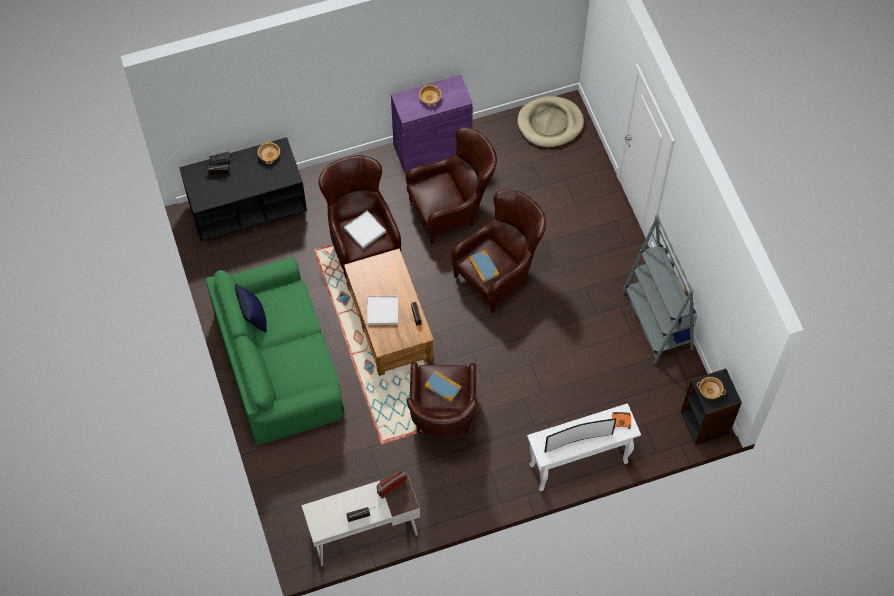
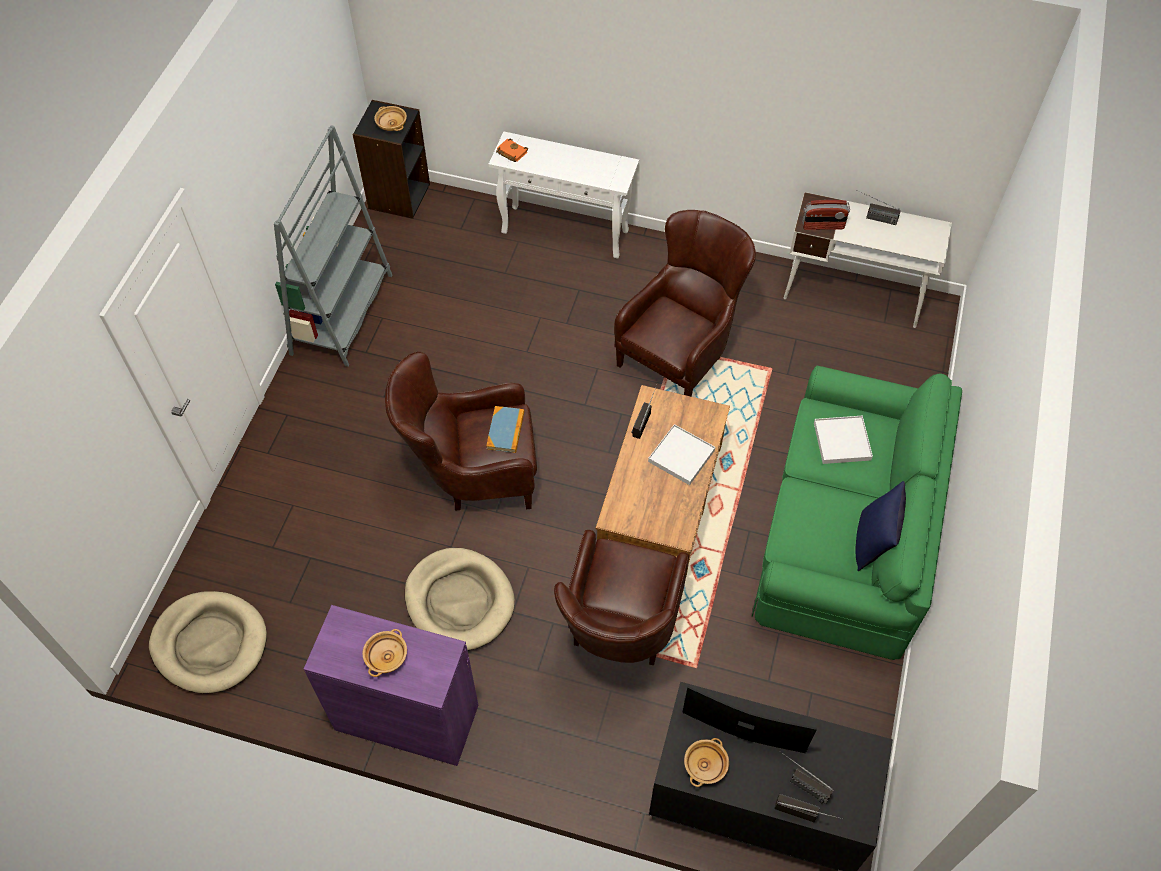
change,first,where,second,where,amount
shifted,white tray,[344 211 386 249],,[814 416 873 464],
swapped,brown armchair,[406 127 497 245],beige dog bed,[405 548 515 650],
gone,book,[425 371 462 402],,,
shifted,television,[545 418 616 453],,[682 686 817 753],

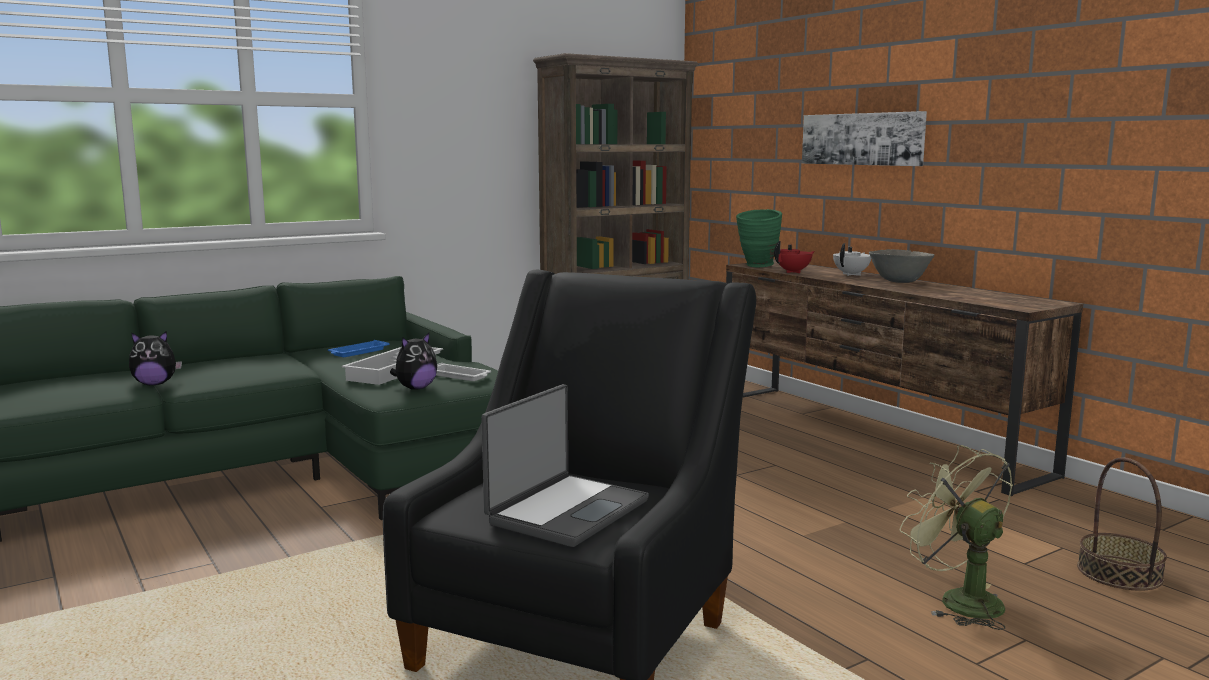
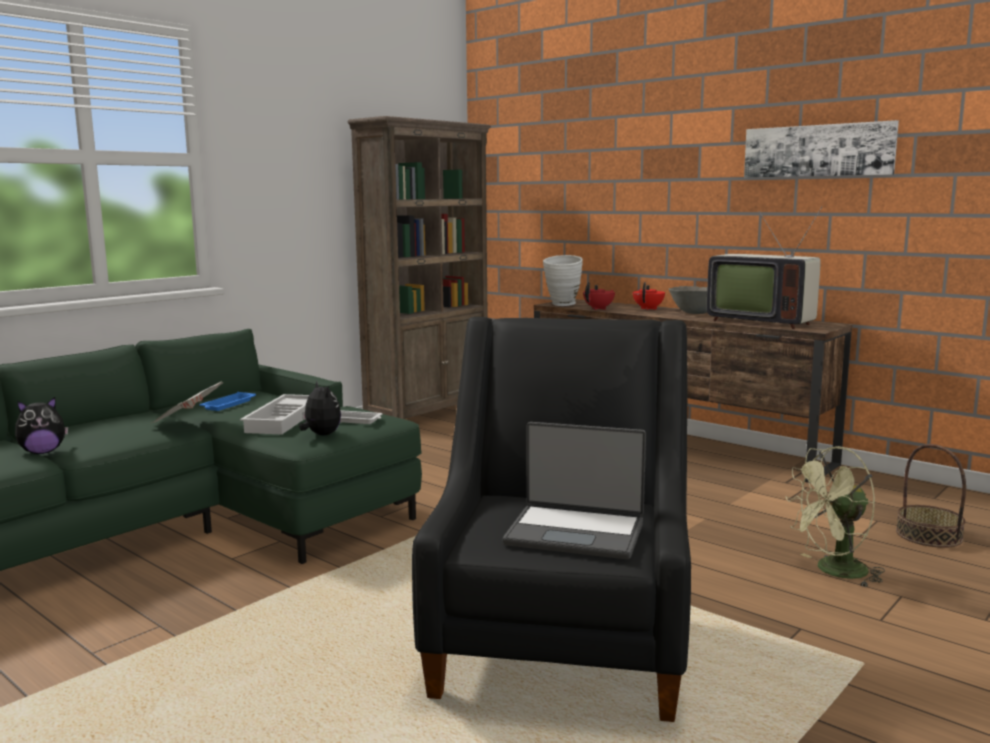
change,first,where,second,where,amount
rotated,plush toy,[390 333 437 390],,[299 381 341 435],60 degrees counterclockwise
rotated,laptop,[481 384 649 547],,[503 422 646 559],90 degrees clockwise
repainted,green vase,[736 209 782 267],white vase,[543 255 583 306],
shifted,picture,[802 111 927 166],,[744 120 899 178],
repainted,white teapot,[833 243 871 276],red teapot,[633 282 665 310],
rotated,green fan,[900 445 1013 630],,[785 446 885 587],60 degrees counterclockwise
new,,,newspaper,[150 381 223 424],
new,,,television,[707 207 822 329],

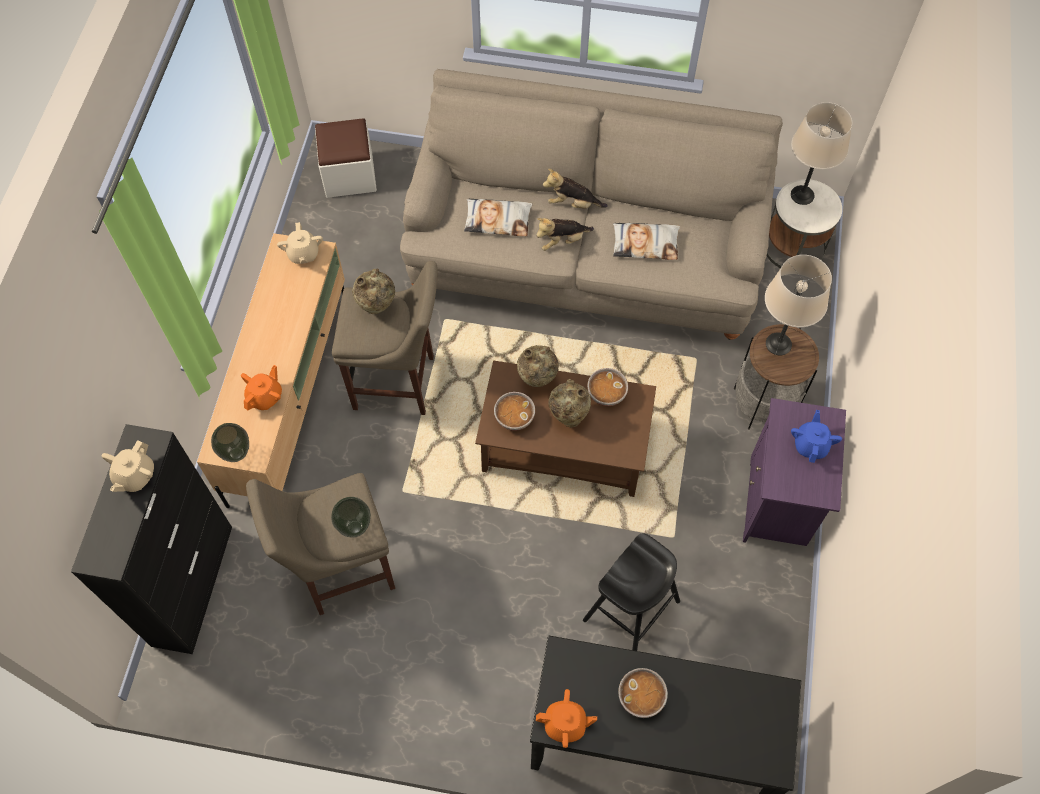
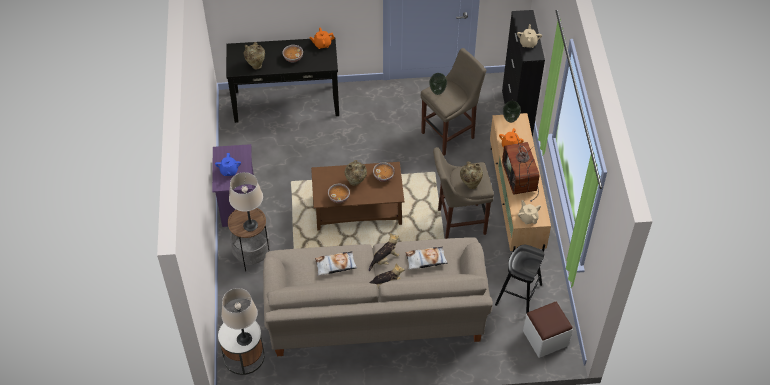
change,first,where,second,where,amount
shifted,beige vase,[517 345 559 387],,[244 42 265 70],
shifted,black stool,[583 533 680 651],,[495 245 544 314],
new,,,television,[502 131 539 202],

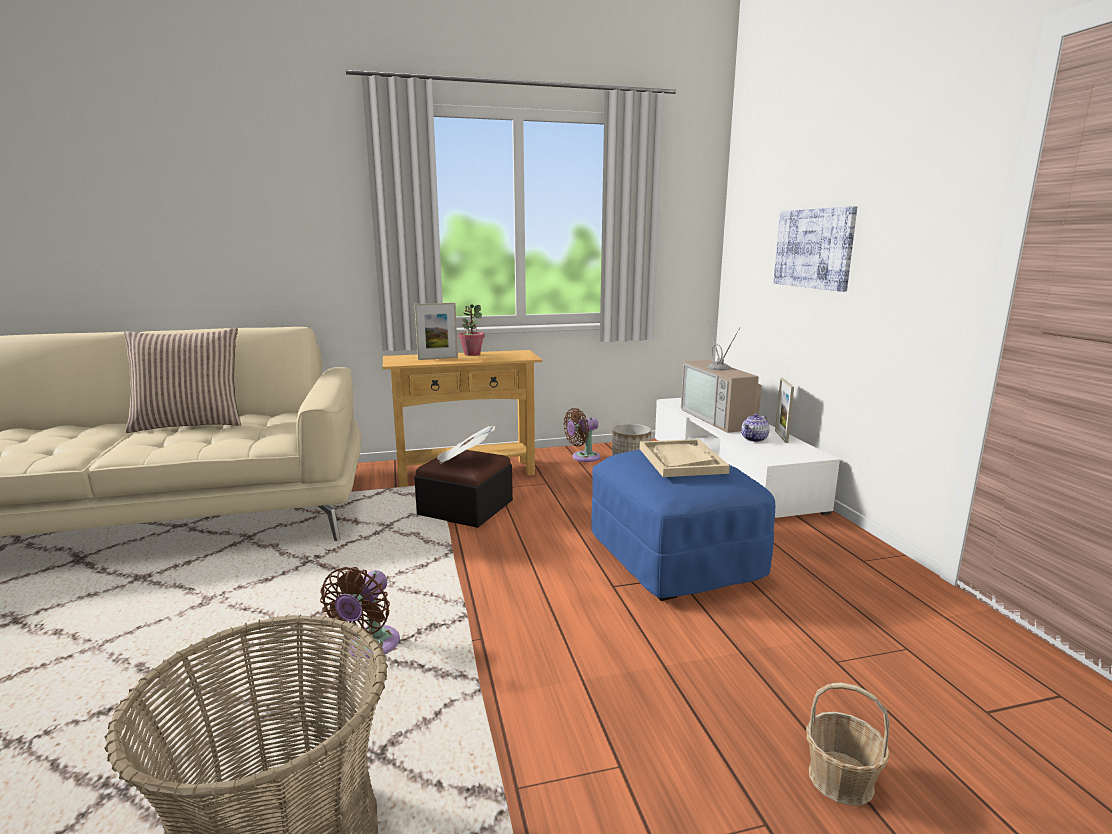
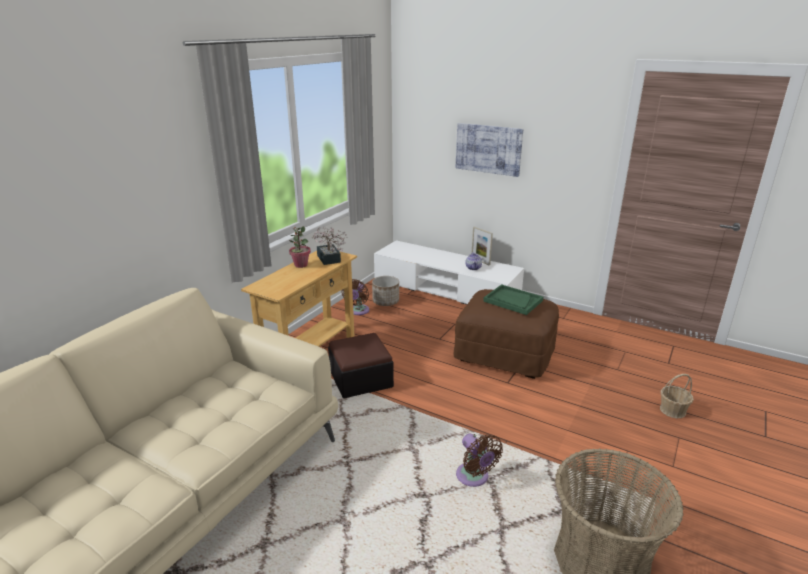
change,first,where,second,where,amount
gone,pillow,[124 328 241 433],,,
gone,picture frame,[414 302 458 360],,,
gone,newspaper,[437 426 495 464],,,
repainted,blue ottoman,[591 450 775 601],brown ottoman,[454 289 559 379],
repainted,beige tray,[640 439 730 477],green tray,[483 284 543 315],
gone,television,[681 320 762 433],,,
new,,,potted plant,[312 226 348 265],

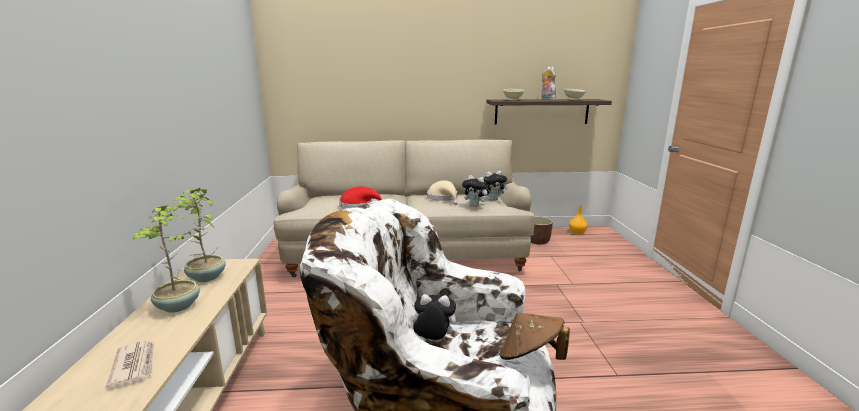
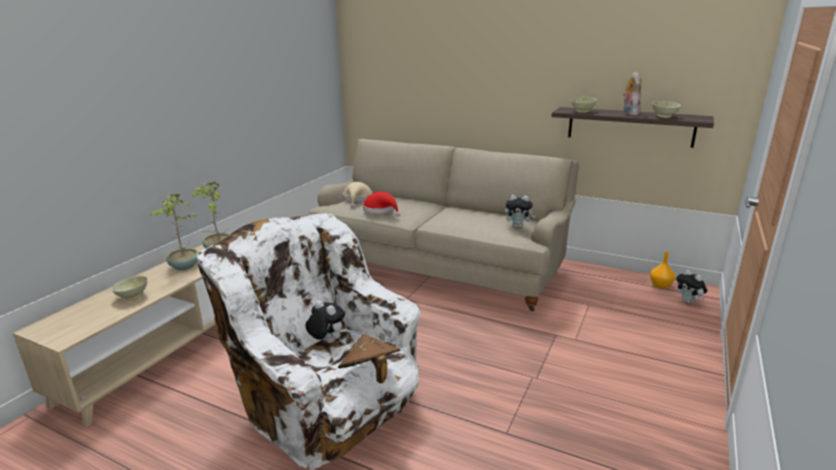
change,first,where,second,where,amount
swapped,newspaper,[106 340 154 388],beige bowl,[111 276 148 301],
shifted,beige hat,[427 180 458 205],,[343 182 373 208],
shifted,plush toy,[462 175 490 207],,[676 270 708 304],
gone,brown planter,[530 216 553 245],,,

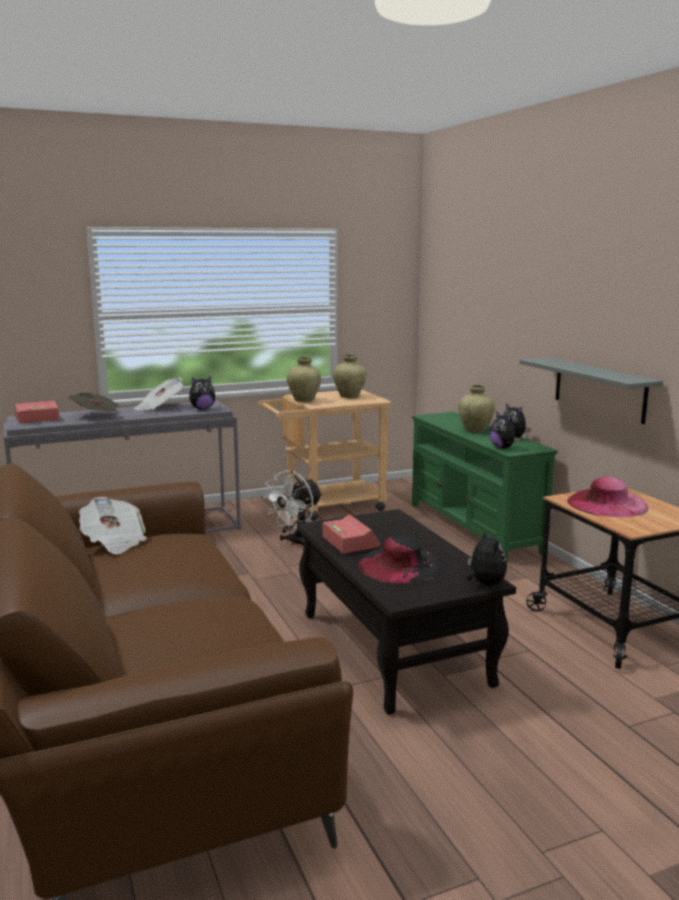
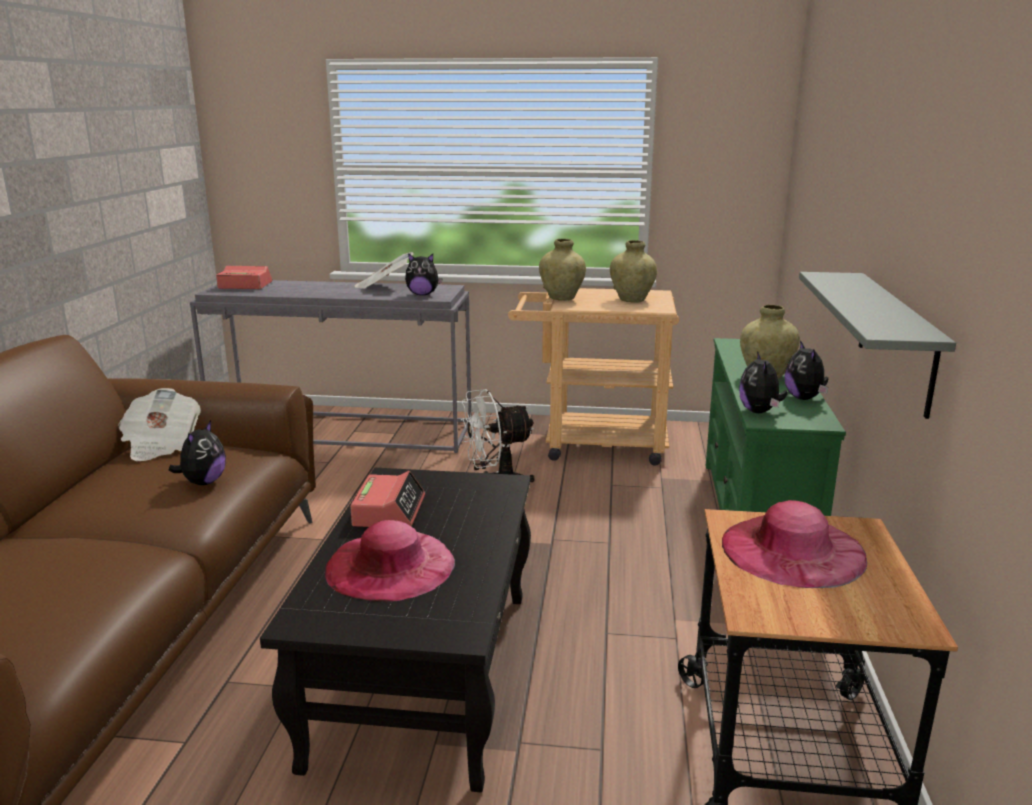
change,first,where,second,where,amount
gone,newspaper,[68 393 120 412],,,
repainted,black hat,[359 535 443 584],pink hat,[325 520 455 602],
shifted,plush toy,[466 530 507 586],,[169 420 226 485],

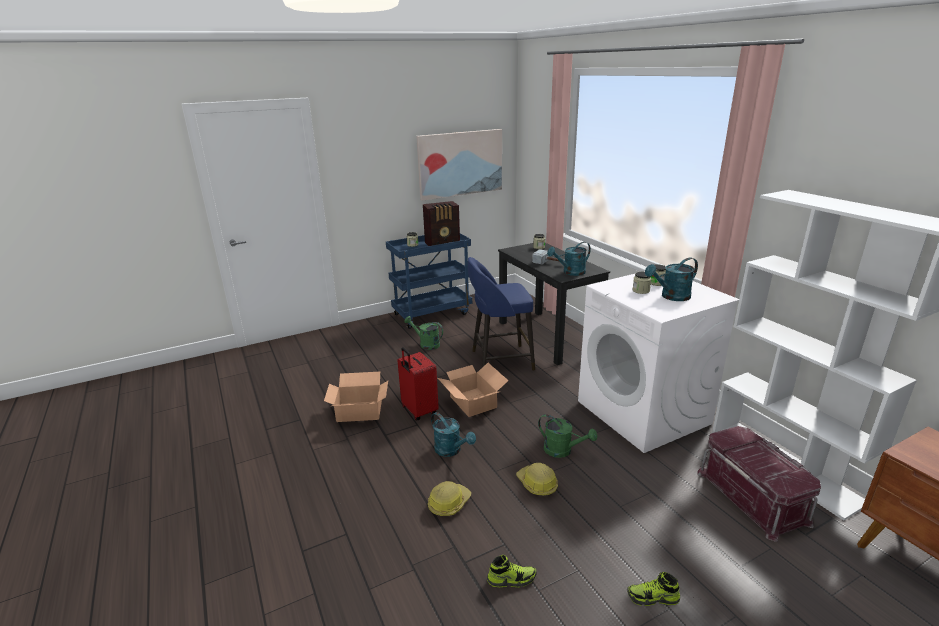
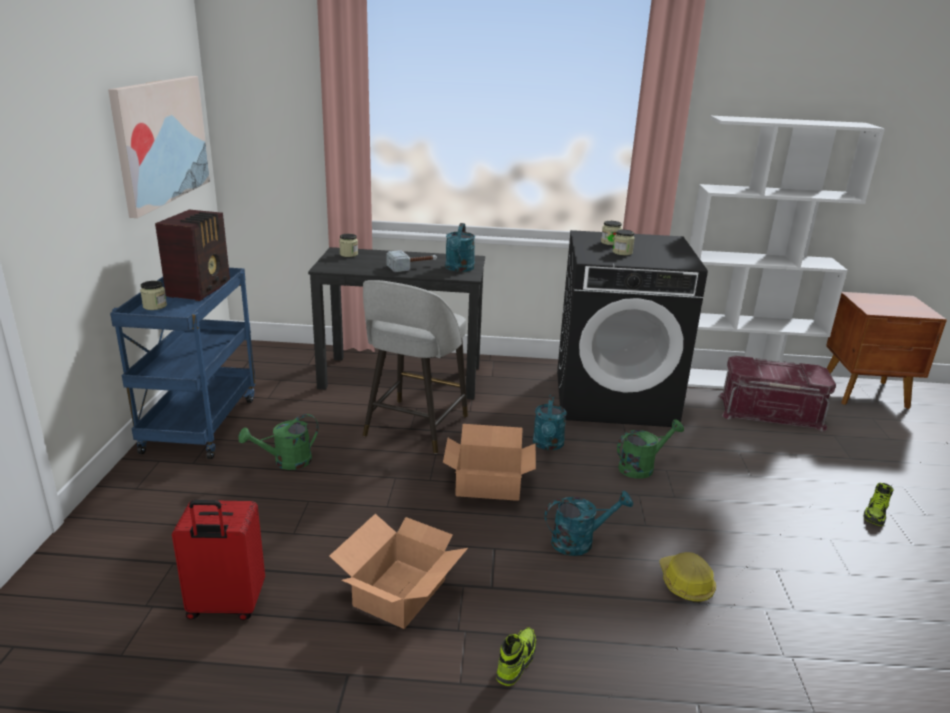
change,first,where,second,where,amount
shifted,red suitcase,[397 347 439 420],,[172 500 265 620],
repainted,blue stool,[468 257 535 371],grey stool,[363 280 468 454],
shifted,shoe,[487 555 537 587],,[496 627 536 686],
gone,hard hat,[516 463 558 496],,,
repainted,white washing machine,[578 271 739 453],black washing machine,[557 230 708 427],
shifted,turquoise watering can,[645 258 698 301],,[533 395 567 450],

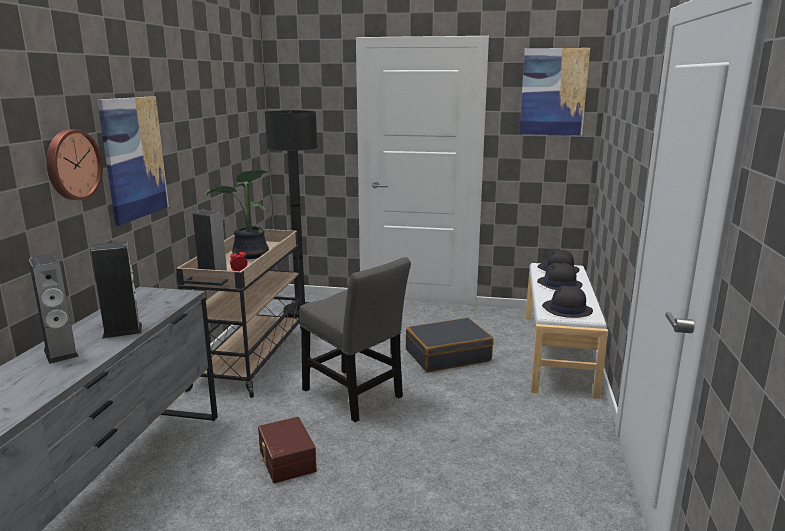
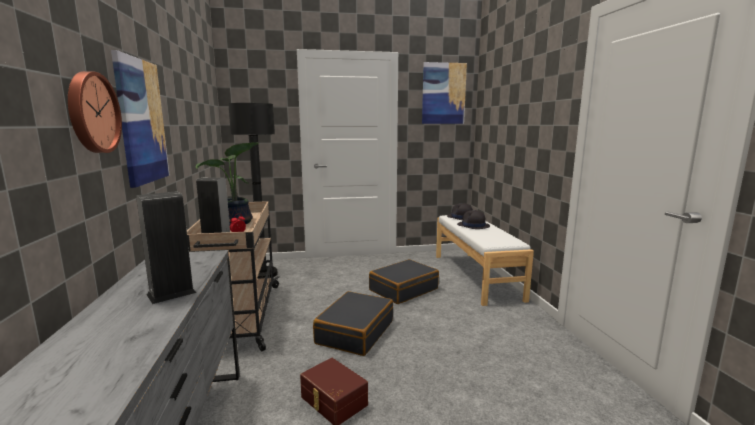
change,first,where,second,where,amount
gone,speaker,[29 255 79 364],,,
swapped,grey chair,[299 257 411 422],black suitcase,[313 291 393 356],
gone,black hat,[542 286 593 318],,,

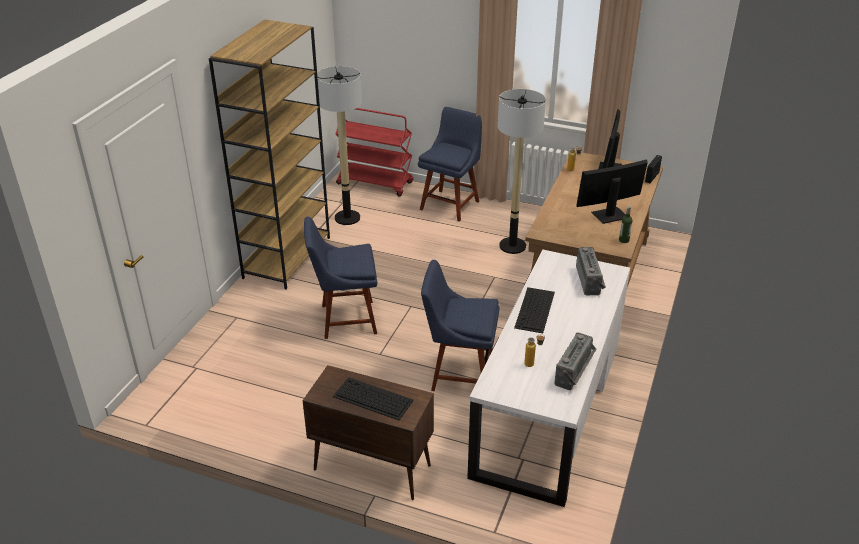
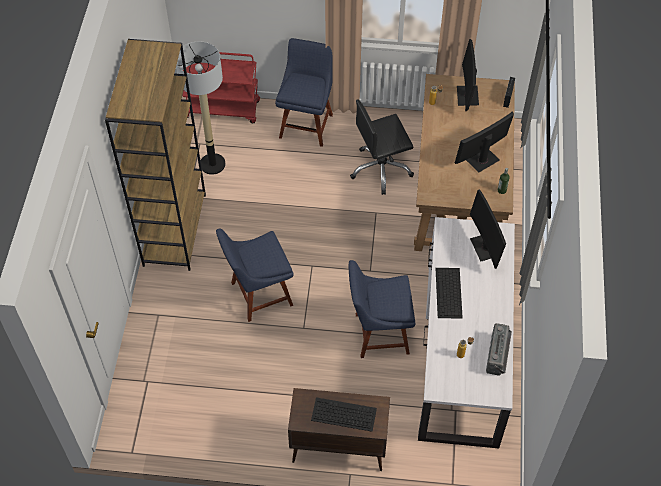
change,first,where,second,where,amount
swapped,floor lamp,[498 89 546 254],black office chair,[350 100 414 195],
swapped,radio,[576 247 606 295],monitor,[470 190 506 269],

